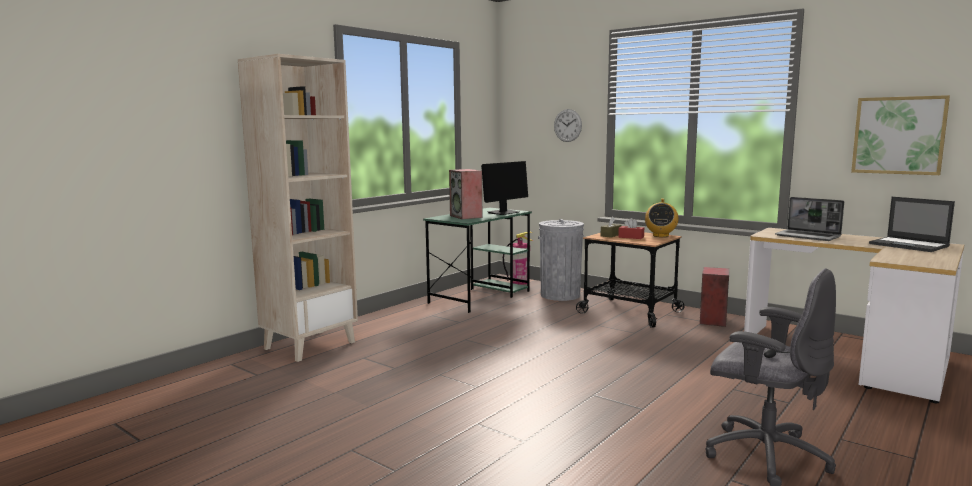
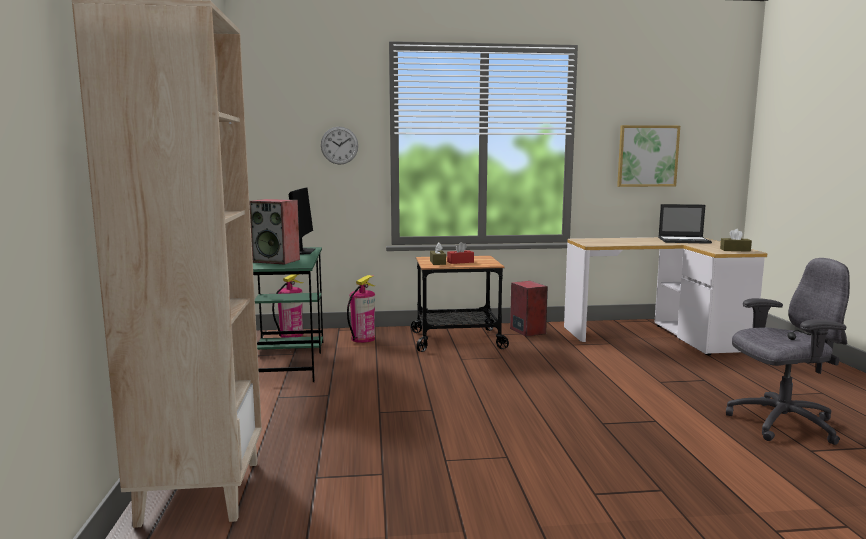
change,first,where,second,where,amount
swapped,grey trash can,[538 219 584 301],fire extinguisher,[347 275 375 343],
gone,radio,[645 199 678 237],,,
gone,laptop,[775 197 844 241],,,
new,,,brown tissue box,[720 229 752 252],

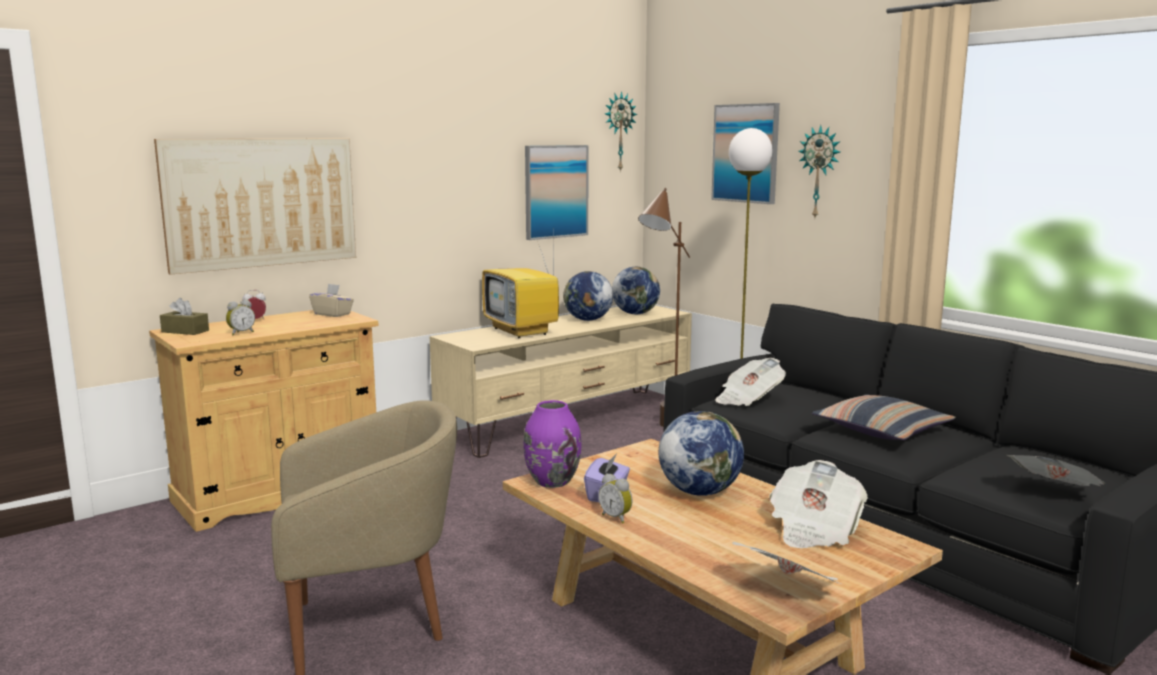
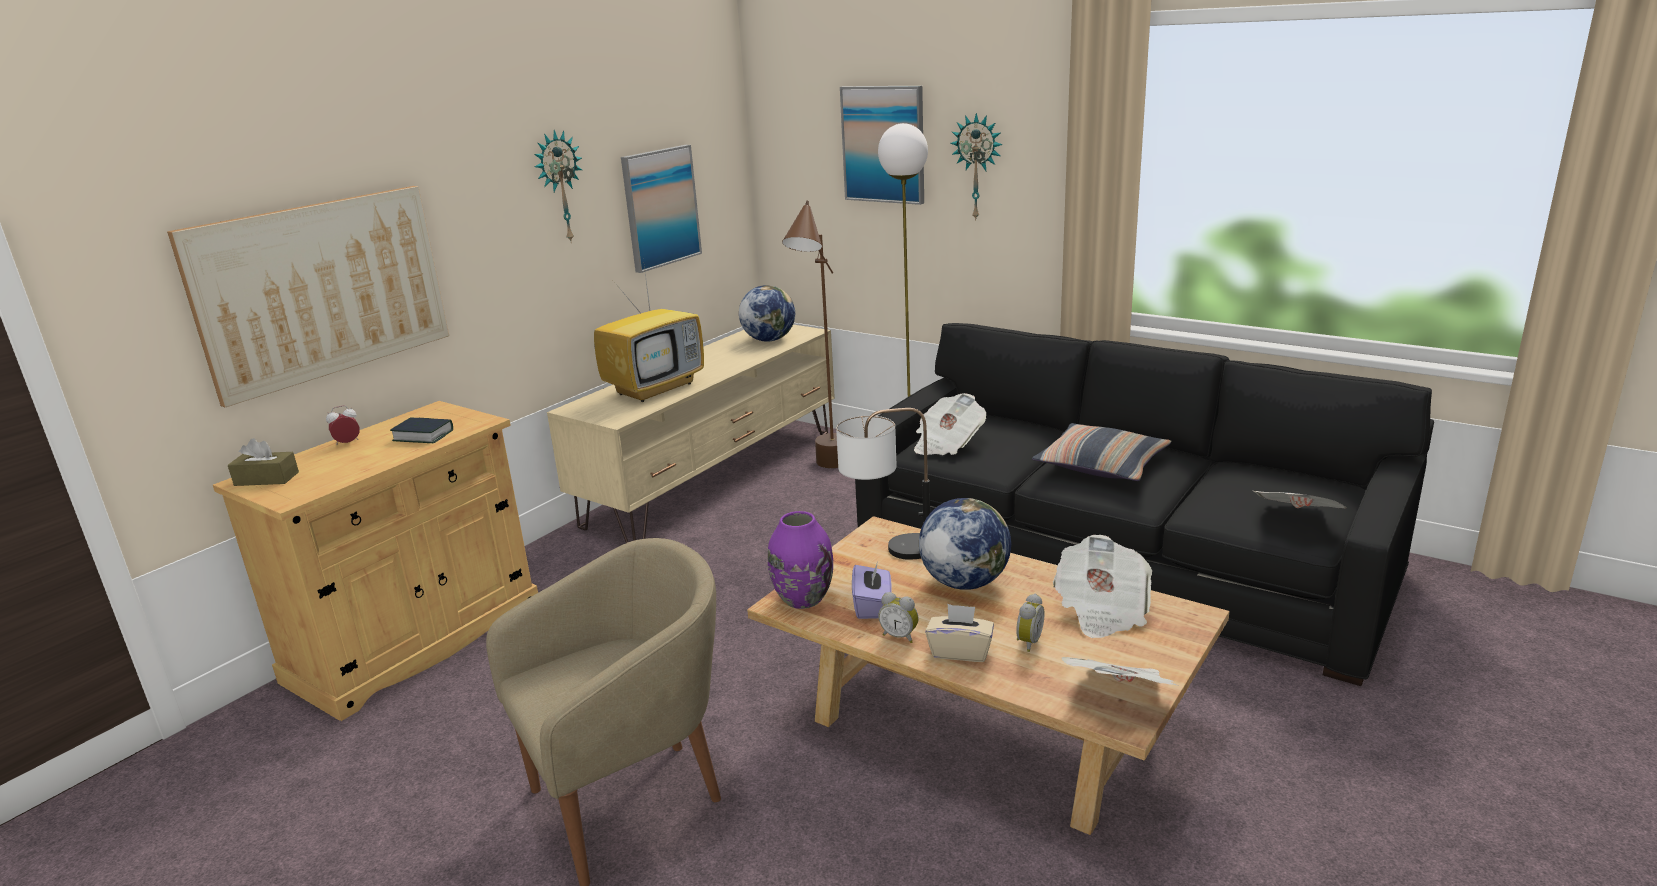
change,first,where,second,where,amount
shifted,alarm clock,[226 300 255 335],,[1016 593 1044 652],
shifted,beige tissue box,[309 284 354 317],,[926 604 994 662],
rotated,television,[482 246 559 338],,[594 266 704 402],90 degrees counterclockwise
gone,globe,[563 271 613 321],,,
shifted,wall clock,[605 91 637 172],,[534 130 582 241],
new,,,book,[390 417 453 443],
new,,,table lamp,[836 408 930 560],

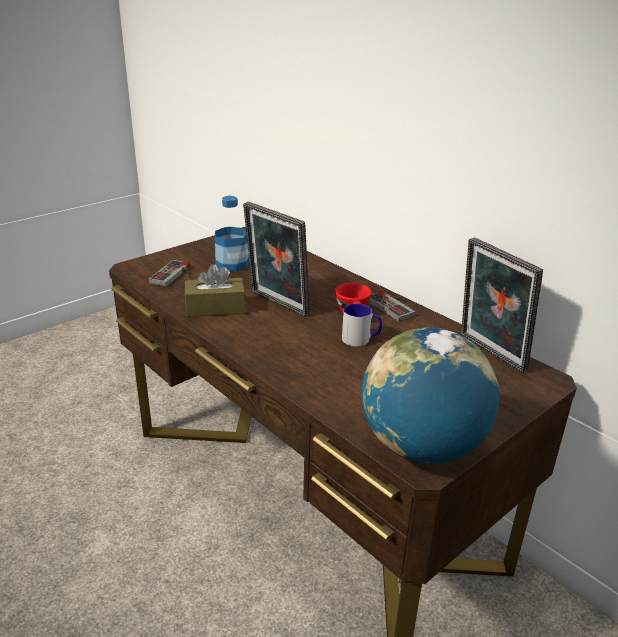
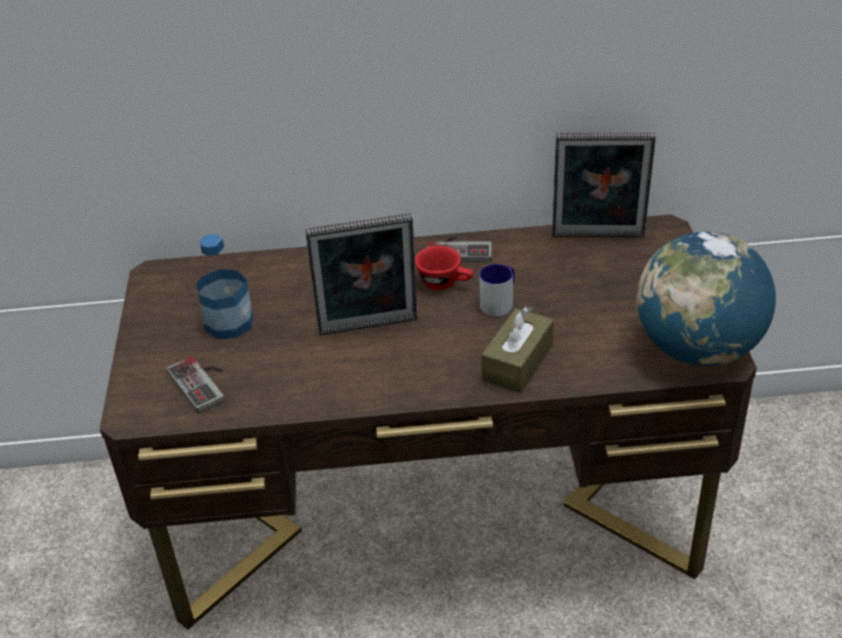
change,first,where,second,where,amount
shifted,brown tissue box,[185 264 245 317],,[481 306 554 393],

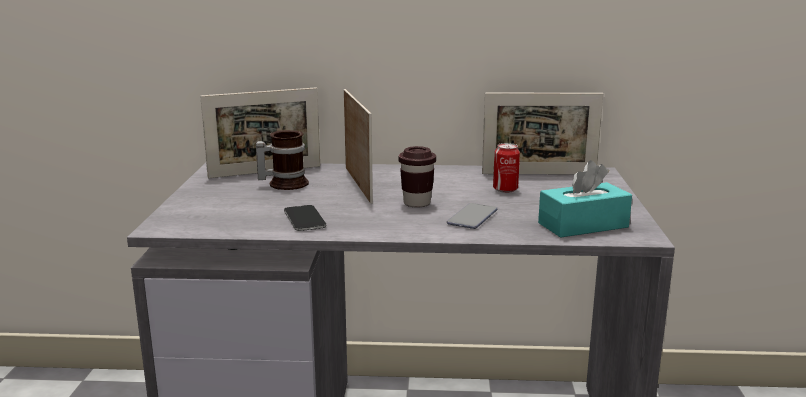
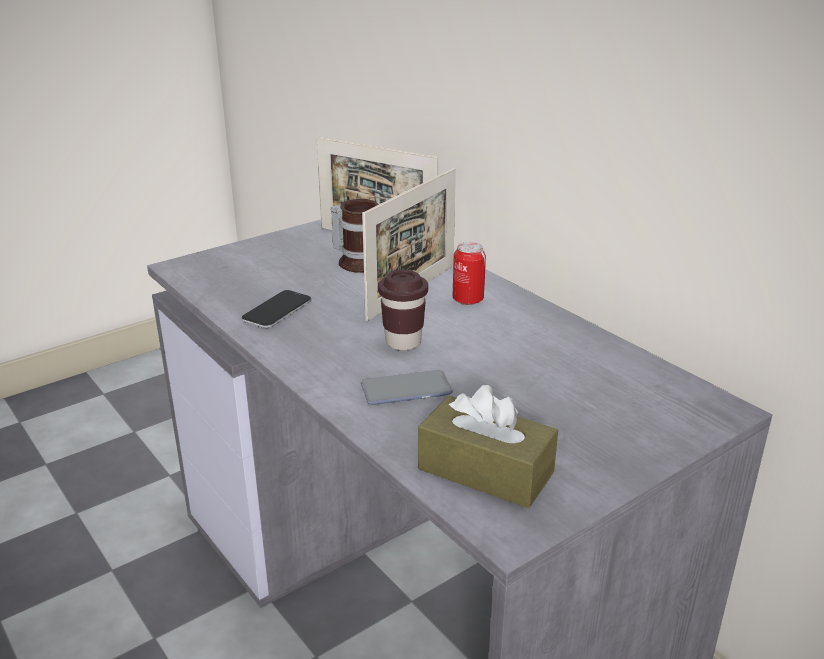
change,first,where,second,where,amount
gone,picture frame,[482 92 603 174],,,
shifted,can,[493 143 520 193],,[453 242 486 305],
repainted,turquoise tissue box,[538 160 632 238],brown tissue box,[418 385 558 508],

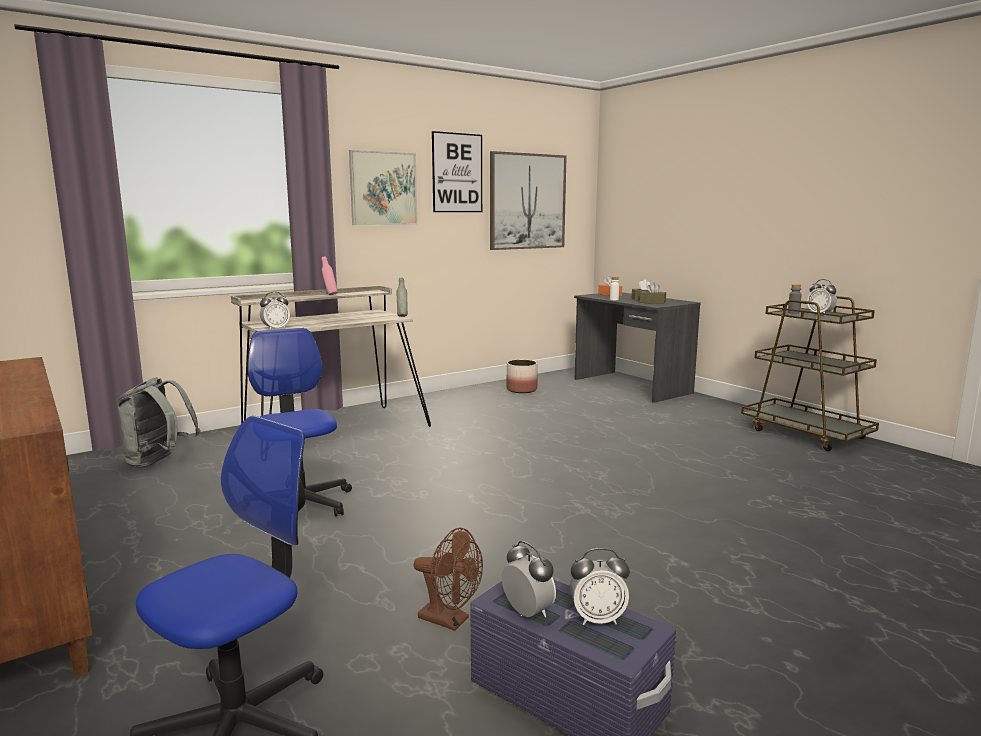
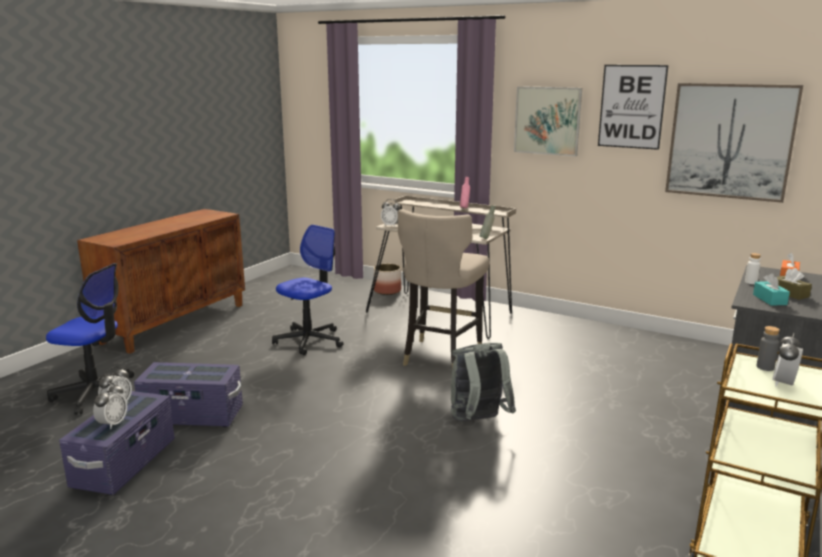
change,first,where,second,where,amount
shifted,grey backpack,[118 377 201 468],,[451 343 516 421],
swapped,brown fan,[414 528 483 631],purple storage box,[134 362 243 427],
shifted,planter,[506 360 537 393],,[374 264 401 295],
rotated,alarm clock,[570 548 630 625],,[93 383 127 429],135 degrees counterclockwise
repainted,brown tissue box,[640 282 666 304],turquoise tissue box,[753 273 790 306],
new,,,beige stool,[398 209 489 367],

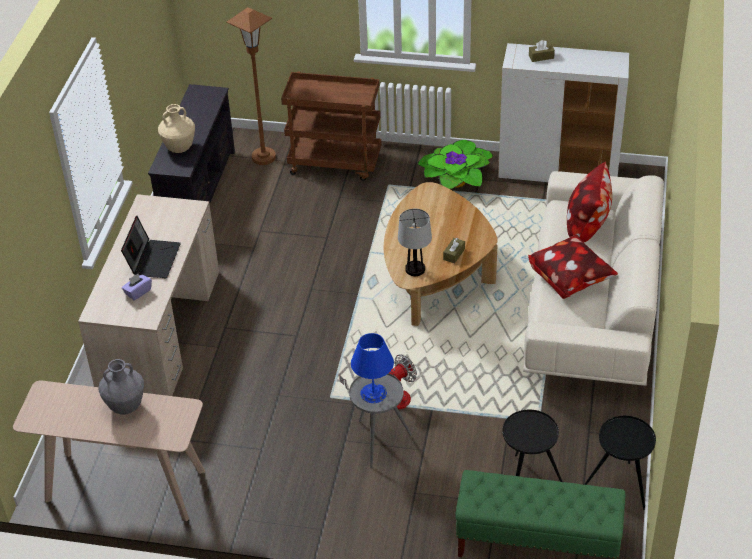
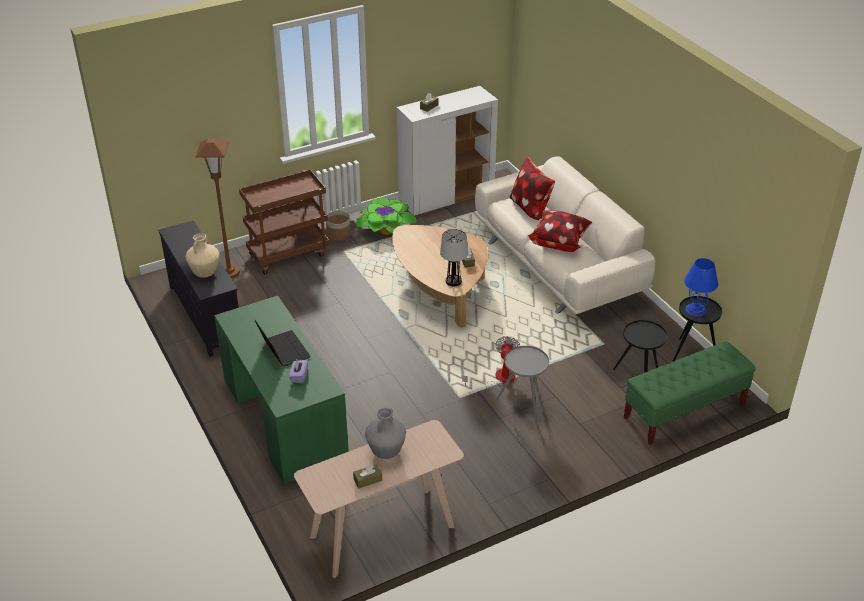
change,first,where,second,where,amount
repainted,beige desk,[78 194 219 396],green desk,[214 296 349 484],
shifted,blue table lamp,[351 333 394 403],,[684 258 718 316],
new,,,planter,[326 211 351 241],
new,,,brown tissue box,[353 464 382 489],

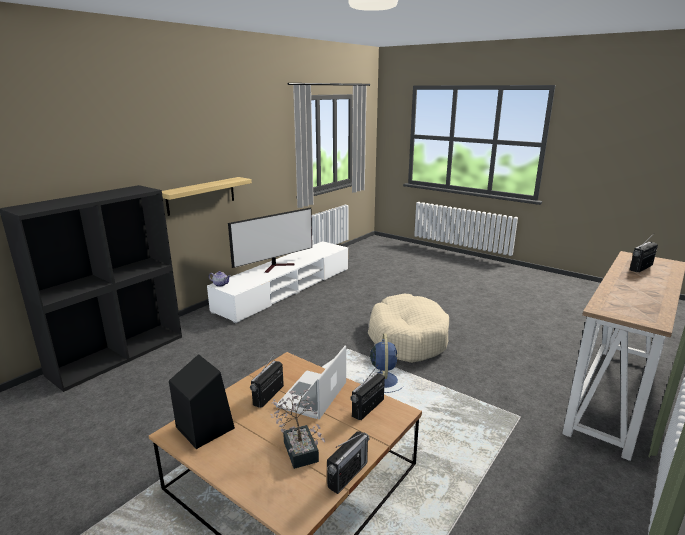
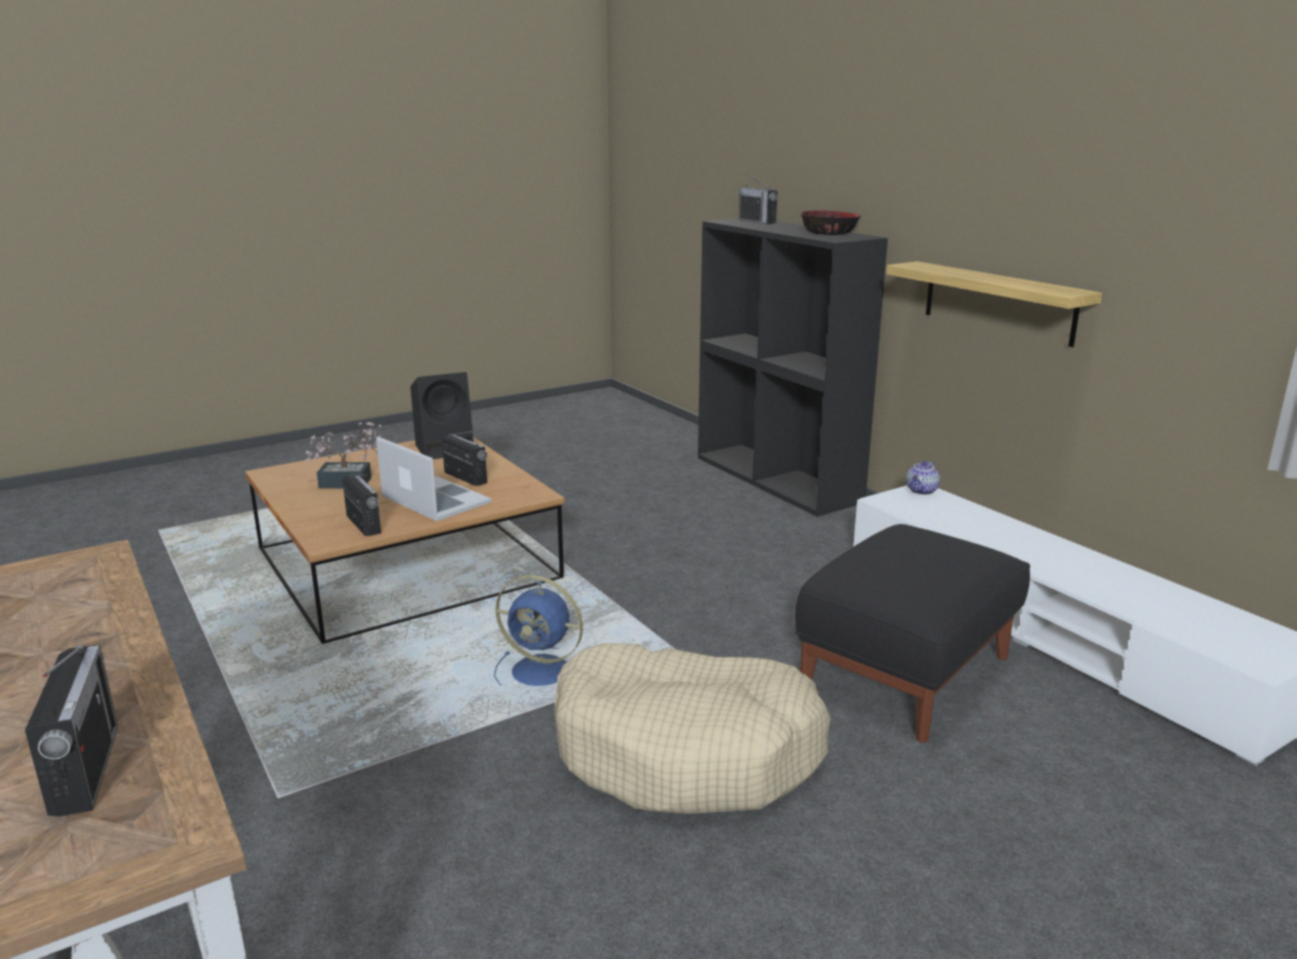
change,first,where,second,where,amount
gone,television,[228 208 312 273],,,
shifted,radio,[327 431 369 494],,[738 173 777 224],
new,,,black ottoman,[795 524 1030 743],
new,,,bowl,[800 210 861 235],

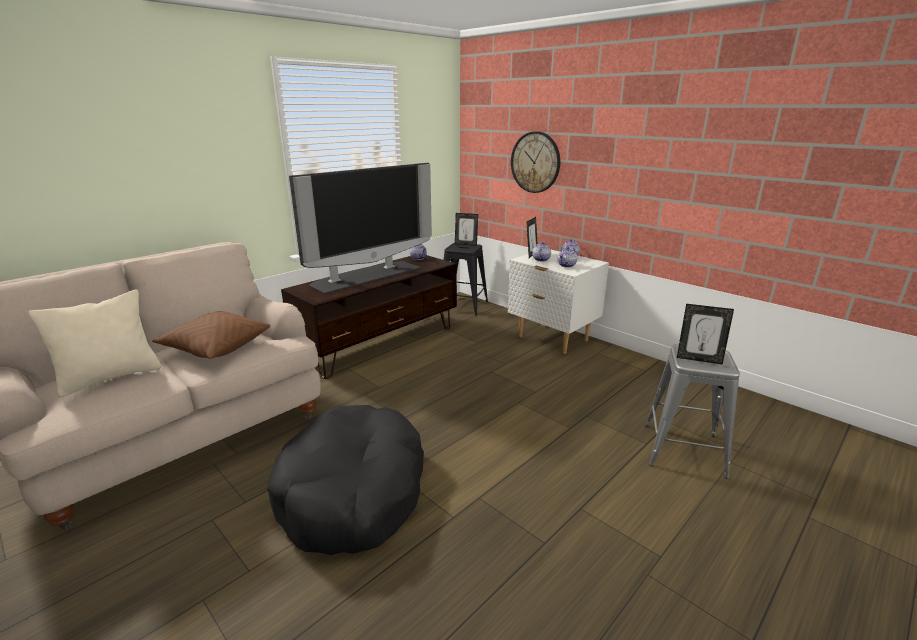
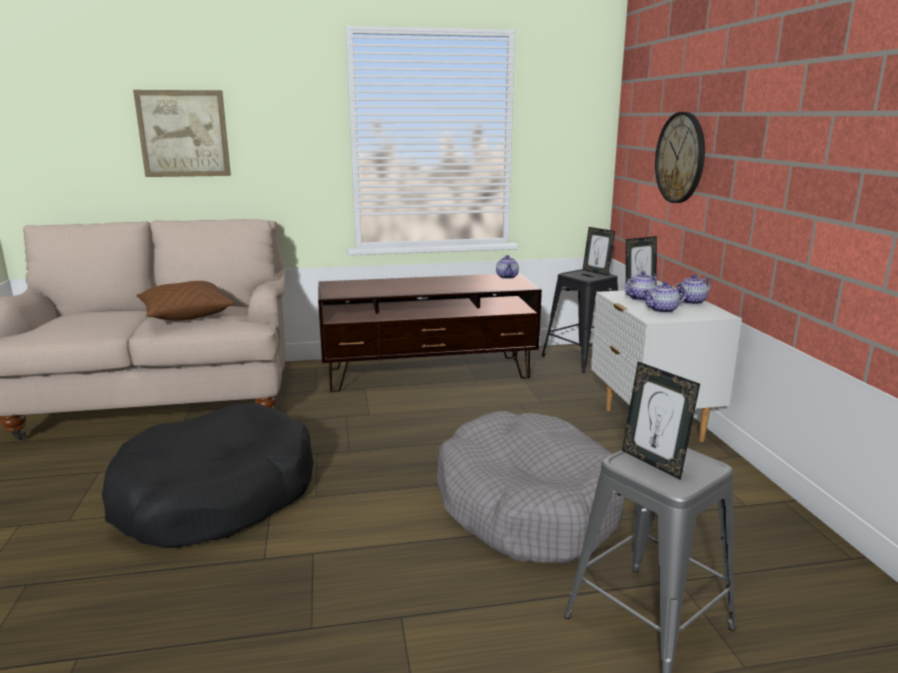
change,first,where,second,where,amount
gone,beige pillow,[28 290 161 397],,,
gone,television,[289 163 432 294],,,
new,,,picture,[133 90 231 177],
new,,,grey dog bed,[437 411 625 563],

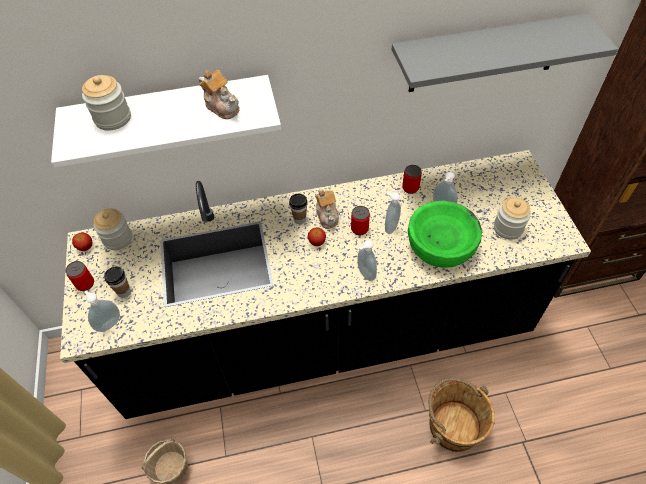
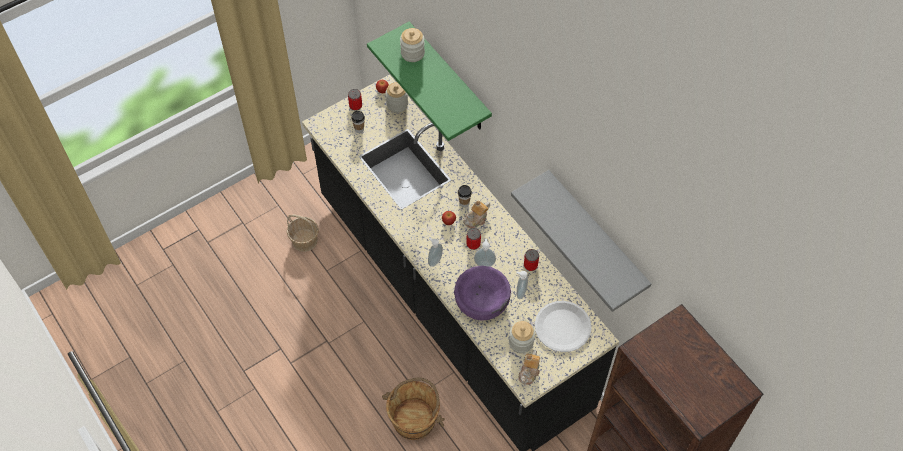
change,first,where,second,where,amount
repainted,white shelf,[51 75 281 168],green shelf,[367 22 492 141],
gone,soap dispenser,[84 290 120 332],,,
shifted,teapot,[199 70 240 119],,[519 350 540 385],
repainted,green bowl,[408 201 482 268],purple bowl,[454 266 511 321],
new,,,white plate,[535 301 592 352],

